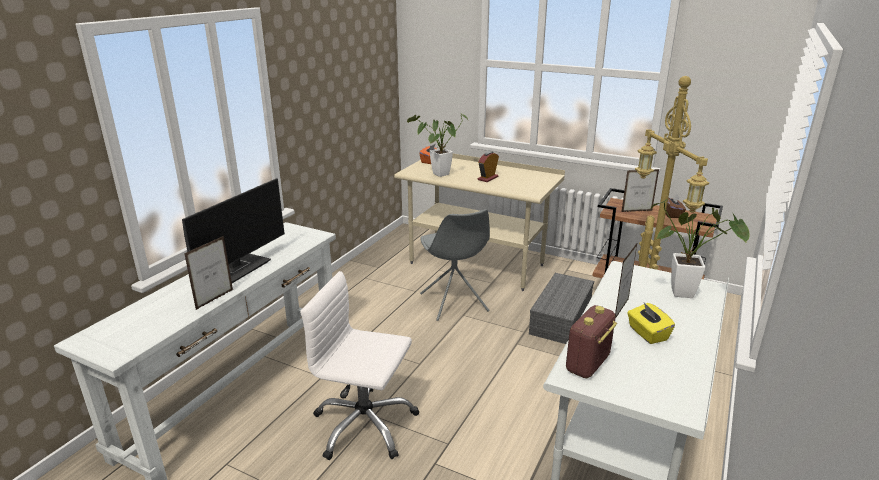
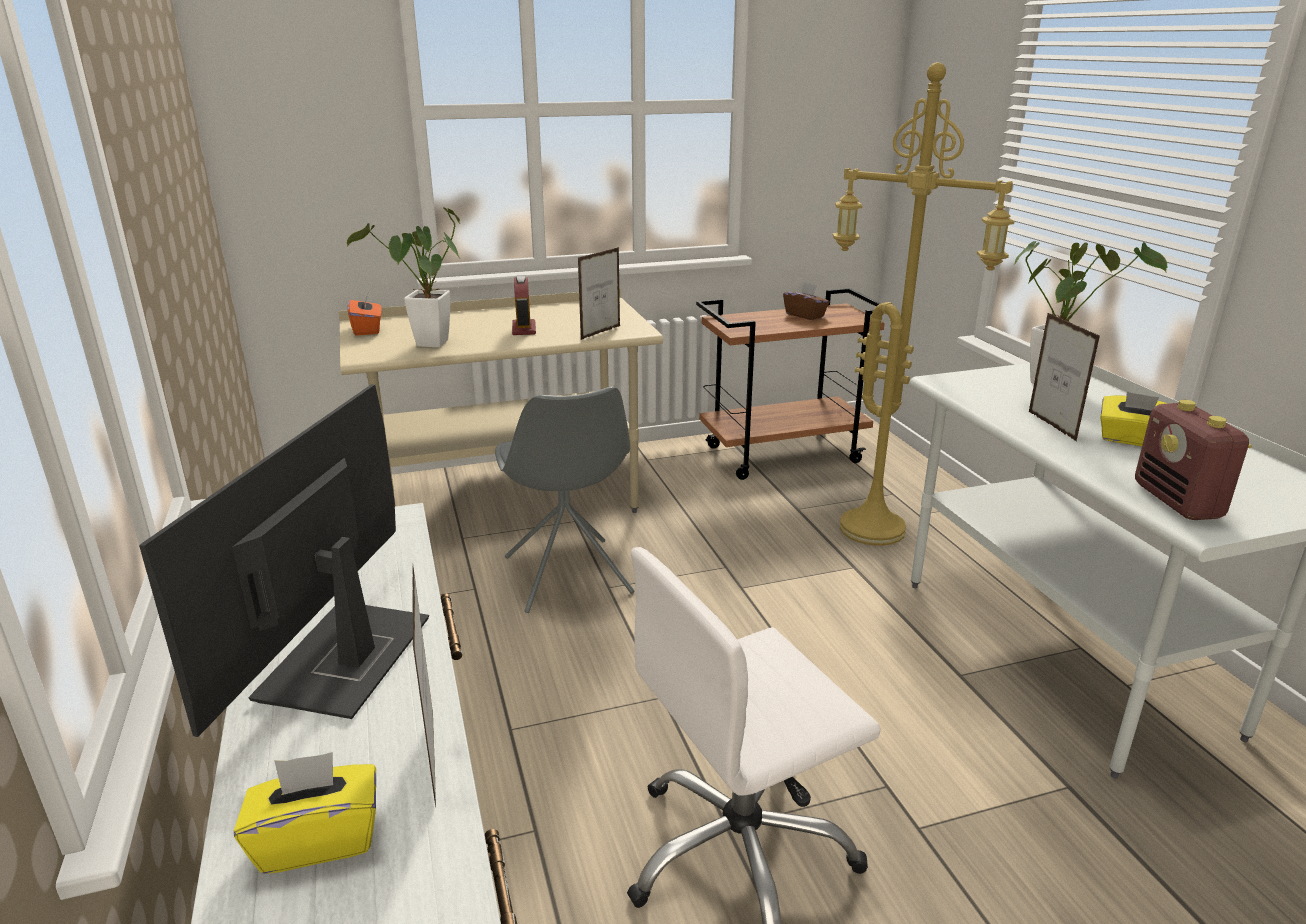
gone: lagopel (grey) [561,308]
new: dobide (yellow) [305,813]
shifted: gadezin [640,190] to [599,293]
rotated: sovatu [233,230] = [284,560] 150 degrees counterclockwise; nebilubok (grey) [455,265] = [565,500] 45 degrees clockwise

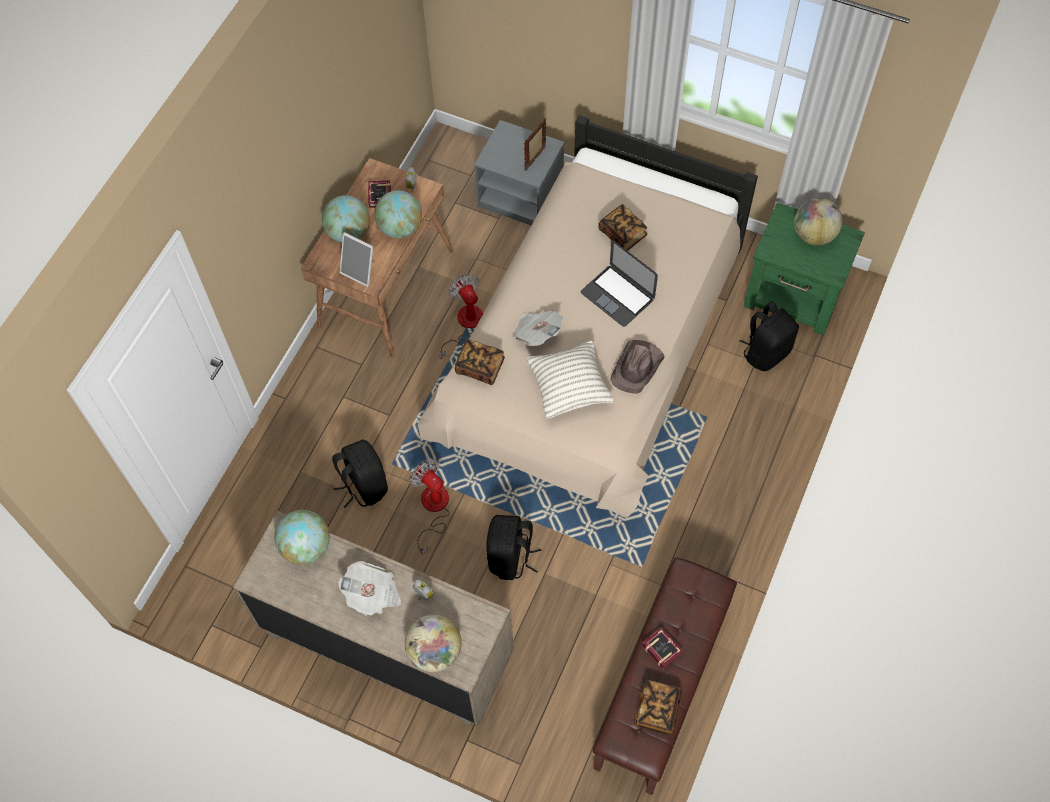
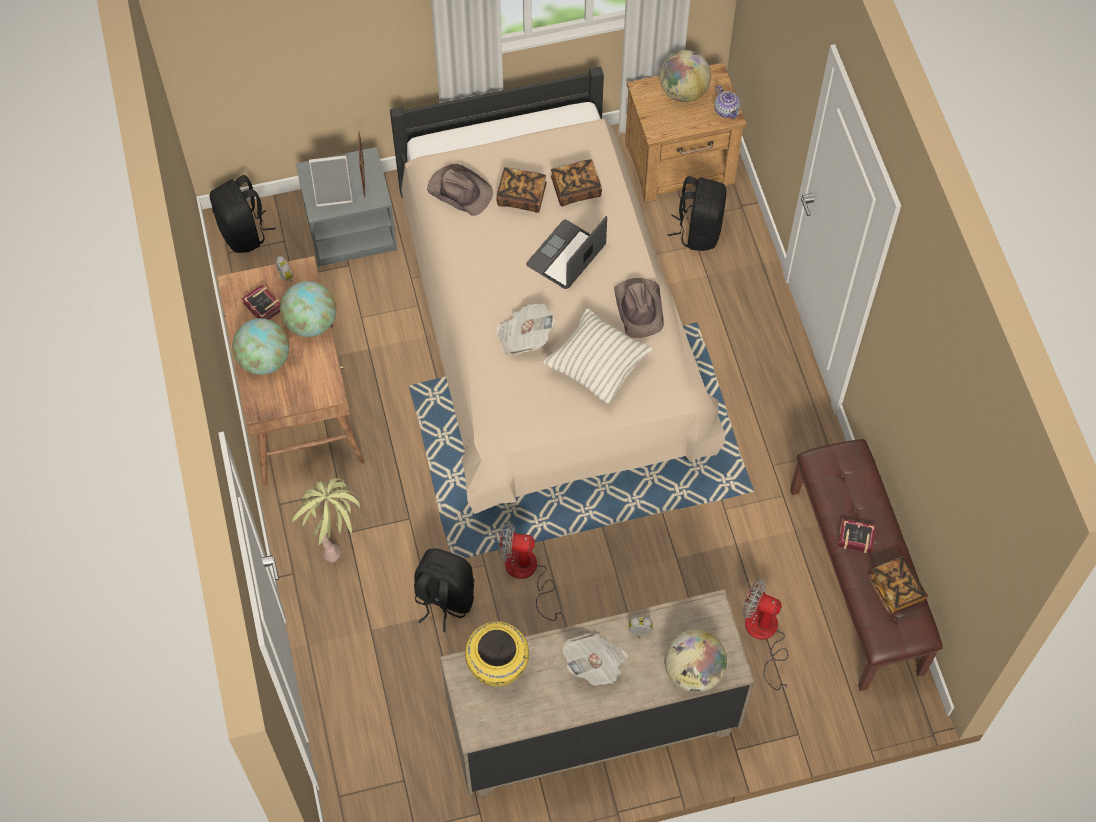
new: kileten [326,520]; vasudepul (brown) [460,190]; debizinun [727,102]
shifted: gadezin [357,259] to [331,181]; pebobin [461,316] to [766,635]; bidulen [480,362] to [576,183]; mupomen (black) [514,547] to [243,214]
swapped: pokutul [302,537] to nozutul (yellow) [497,654]
repainted: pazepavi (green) [804,269] to pazepavi (brown) [686,133]
rotated: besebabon [619,283] = [566,252] 120 degrees clockwise

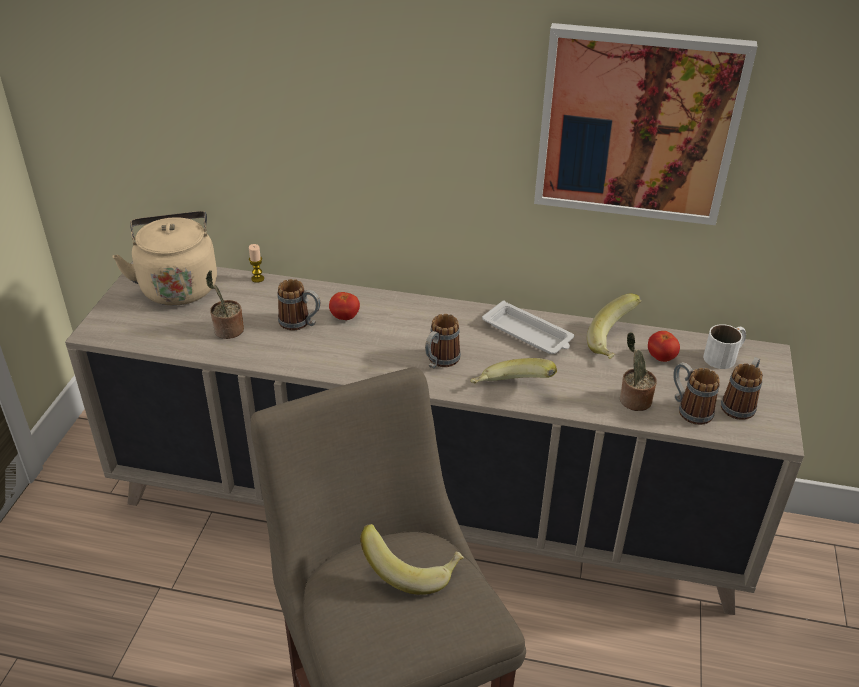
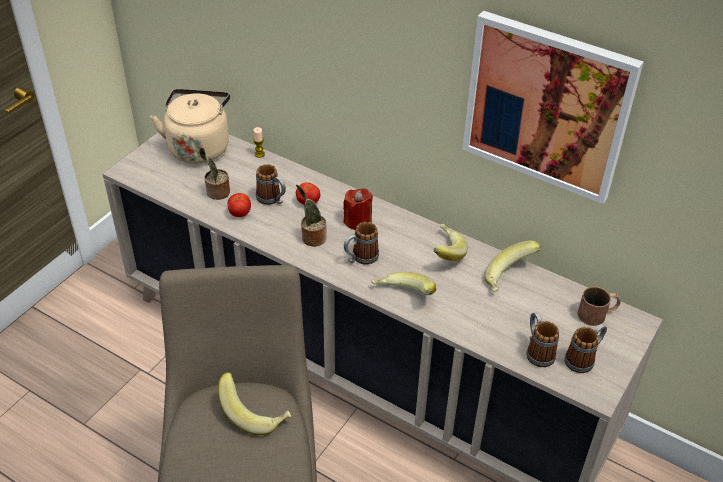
new: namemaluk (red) [358,209]
shifted: kileten [638,371] to [311,216]; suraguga [664,346] to [239,205]
swapped: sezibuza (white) [528,327] to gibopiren [450,242]
repainted: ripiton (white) [724,346] to ripiton (brown) [599,306]

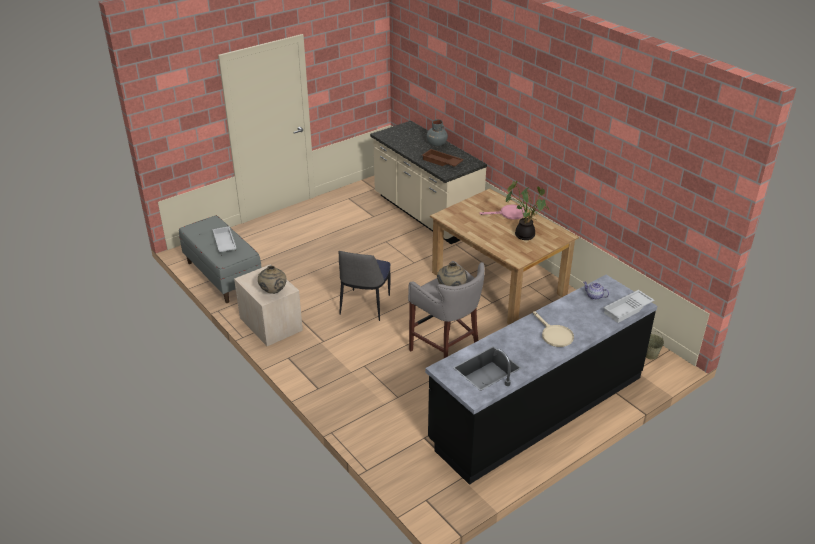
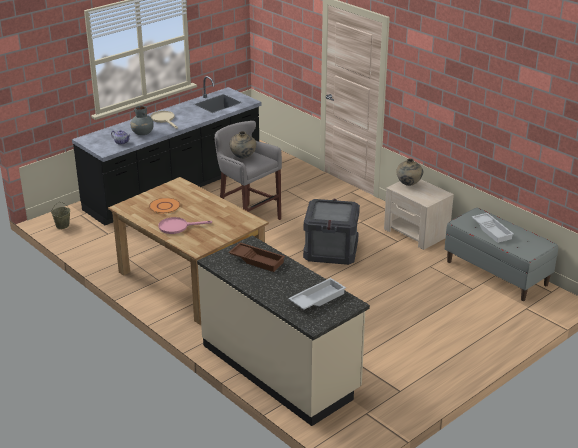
shifted: nozutul (grey) [437,132] to [142,120]; sezibuza (white) [628,306] to [317,294]
swapped: nebilubok [364,286] to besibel [331,232]; kileten [528,210] to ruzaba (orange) [164,206]

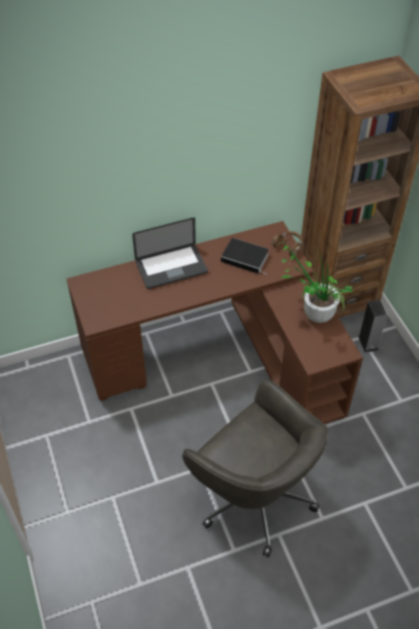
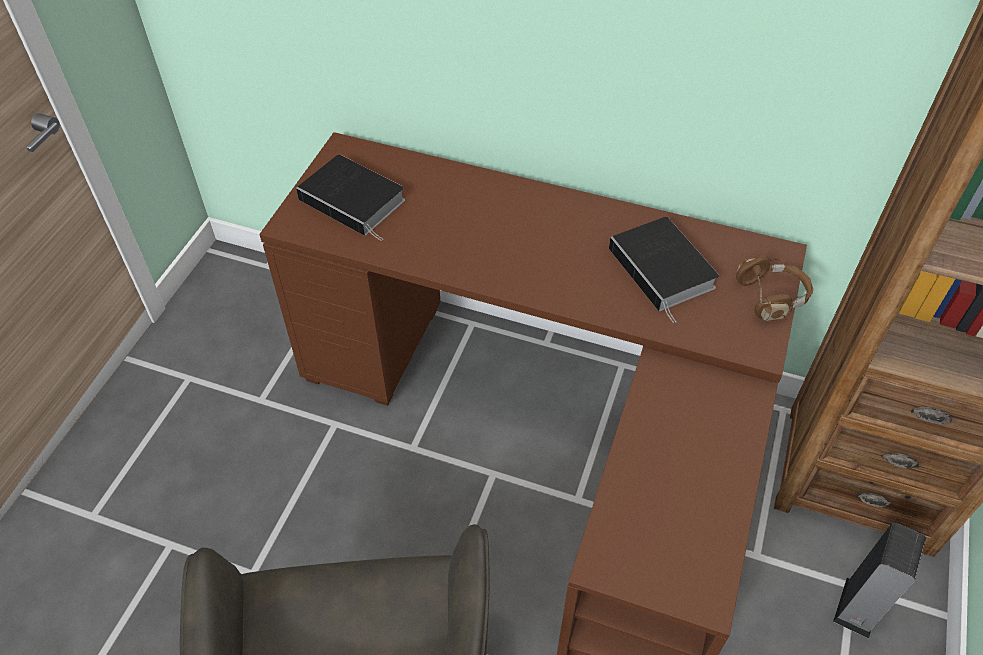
gone: besebabon [170,253]; kileten [317,280]
new: bidulen [350,198]

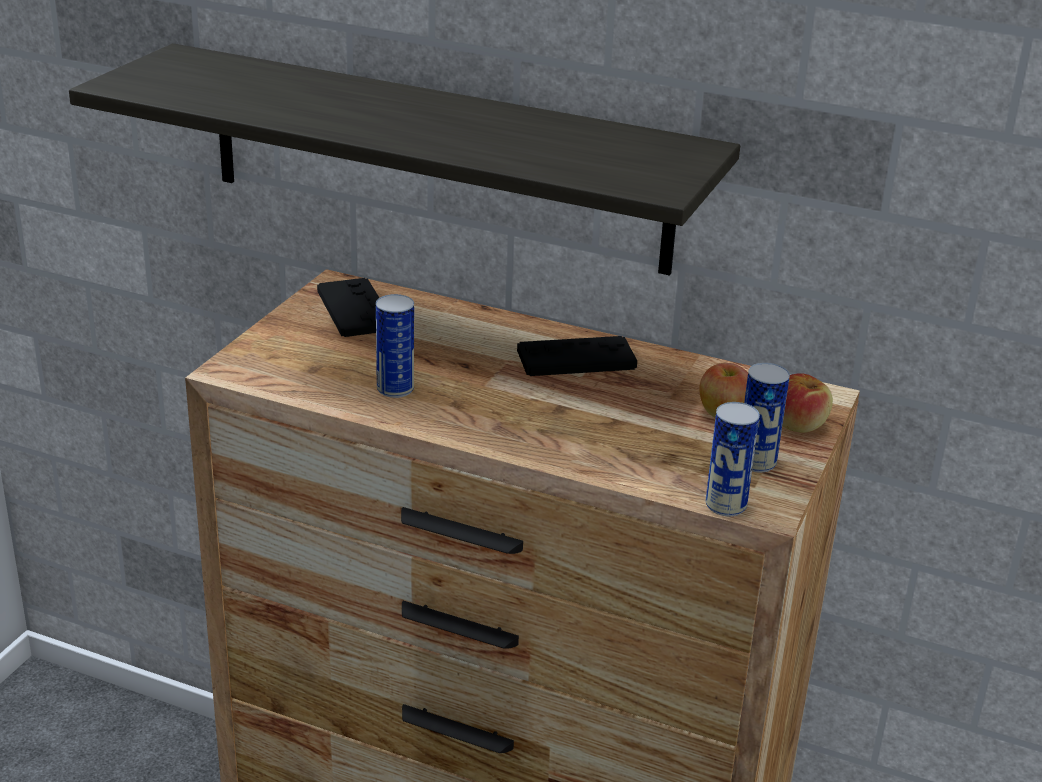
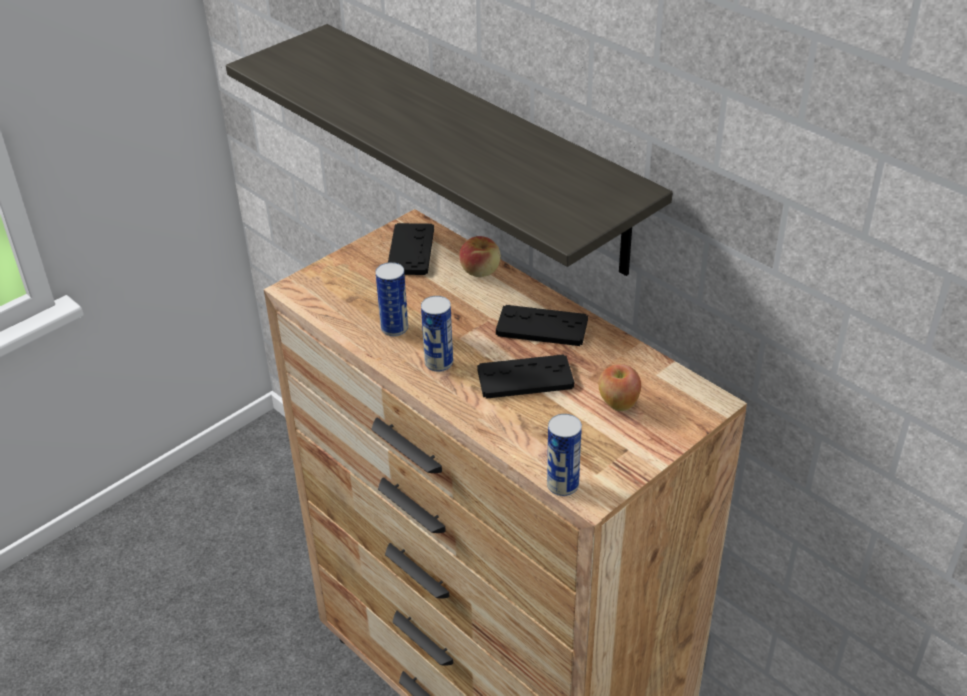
new: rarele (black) [525,376]
shifted: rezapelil [767,417] to [437,334]; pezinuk [807,403] to [480,256]

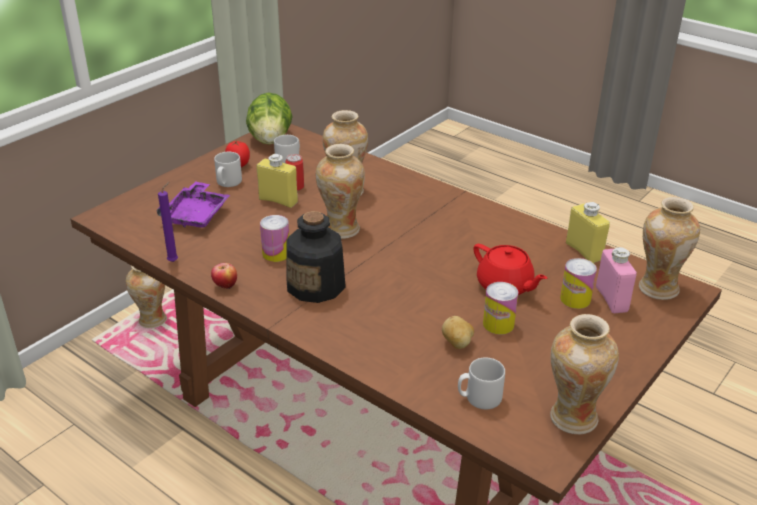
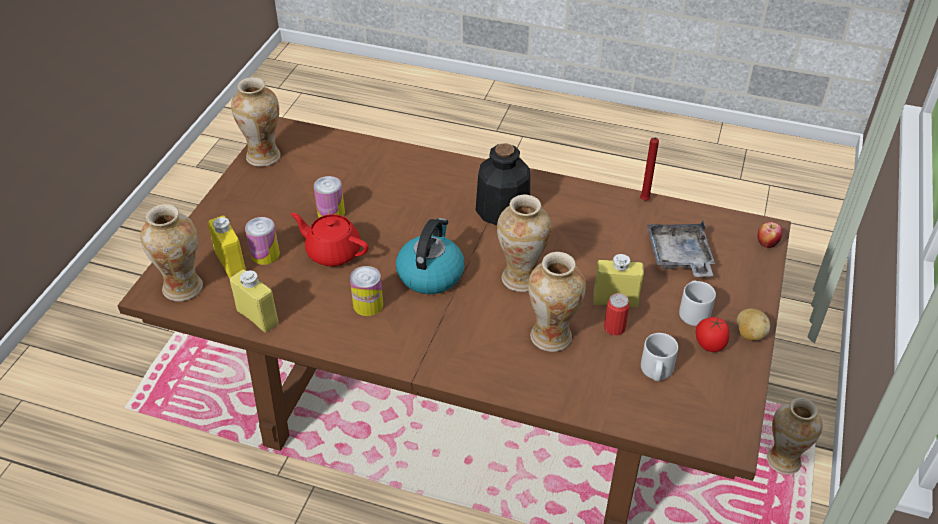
gone: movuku [269,118]; ripiton (grey) [481,383]
new: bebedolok [430,256]
shifted: pezinuk [224,276] to [770,235]; rezapelil [275,238] to [366,291]; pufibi [458,332] to [753,324]
repainted: sezibuza (purple) [193,204] to sezibuza (grey) [681,249]; namemaluk (purple) [168,222] to namemaluk (red) [649,169]; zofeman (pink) [616,280] to zofeman (yellow) [227,247]

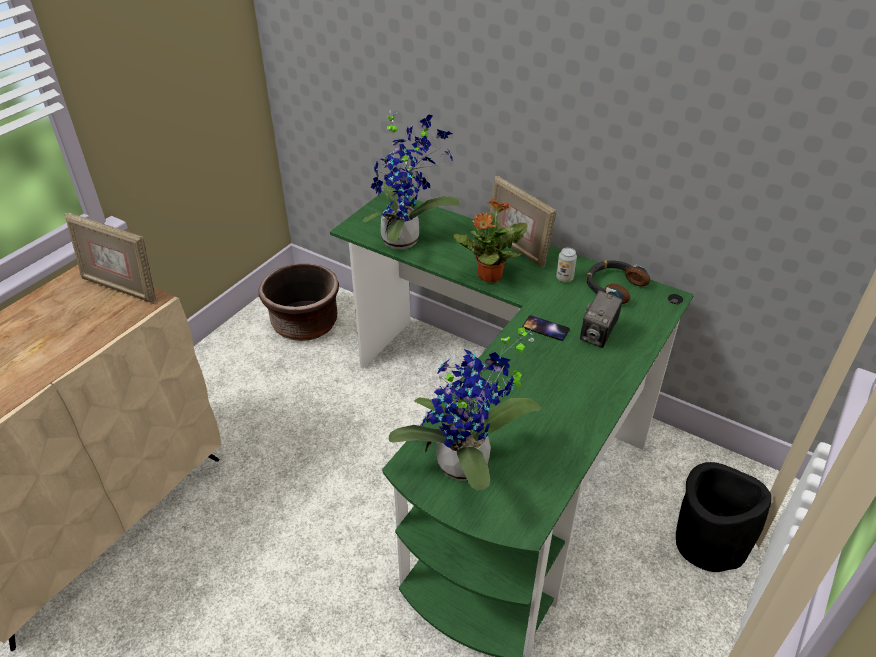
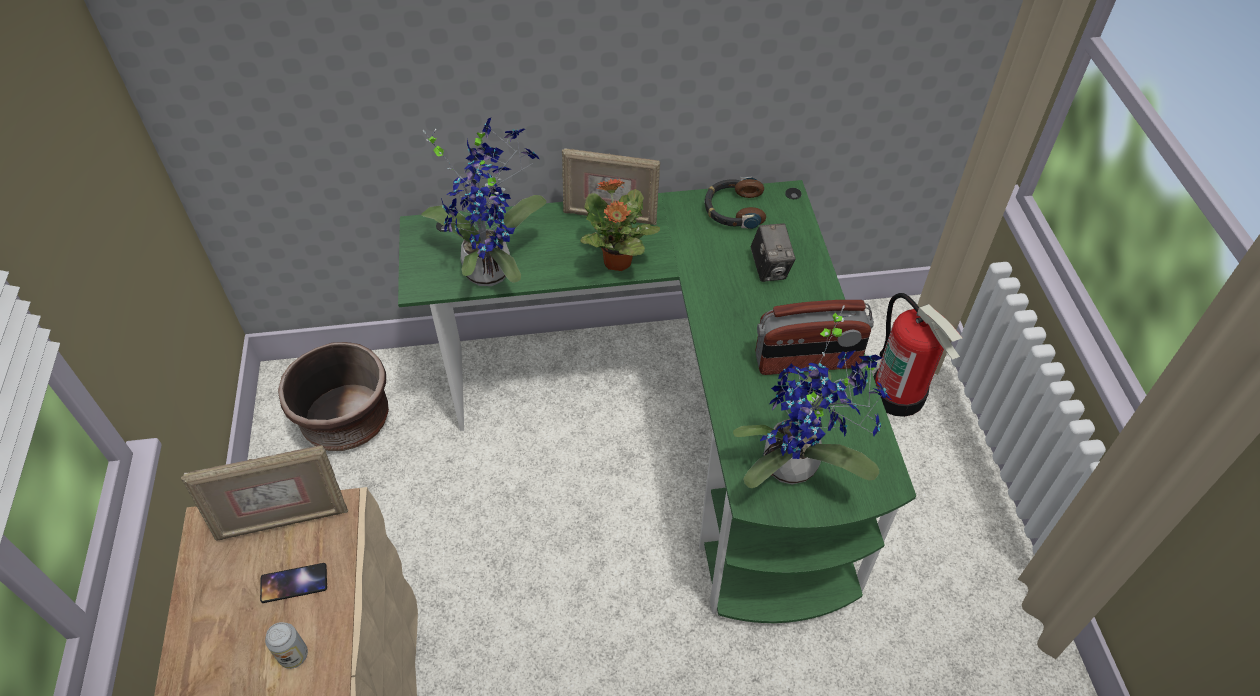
new: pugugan [814,337]
shifted: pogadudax [546,328] to [293,583]; rezapelil [566,265] to [286,645]
swapped: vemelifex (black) [723,517] to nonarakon [918,355]

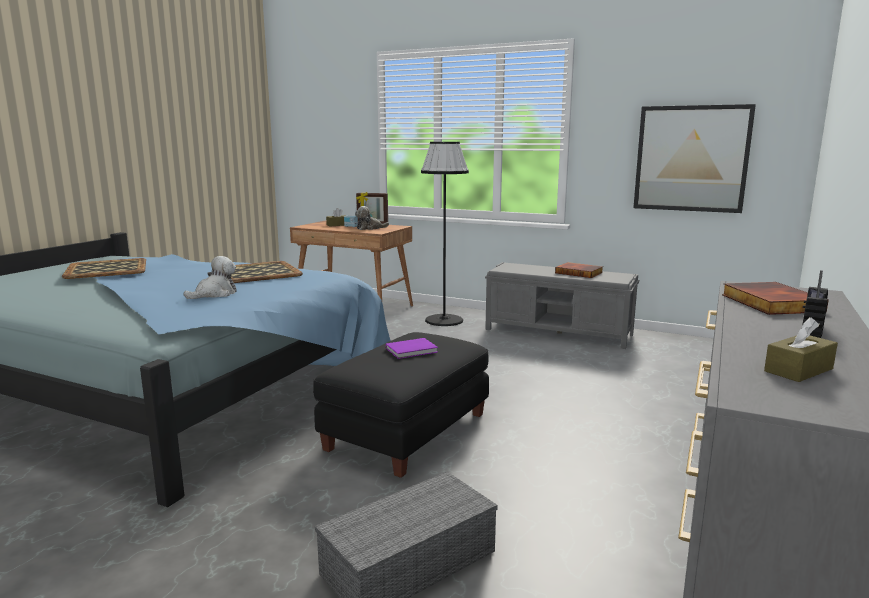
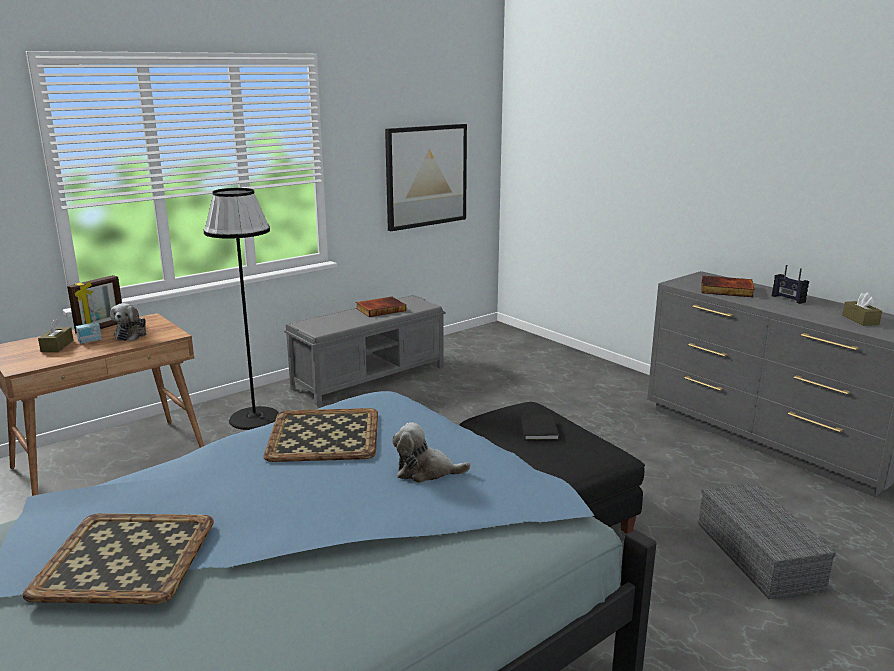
repainted: bidulen (purple) [412,348] to bidulen (black) [539,427]
rotated: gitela [210,277] = [431,452] 60 degrees counterclockwise

